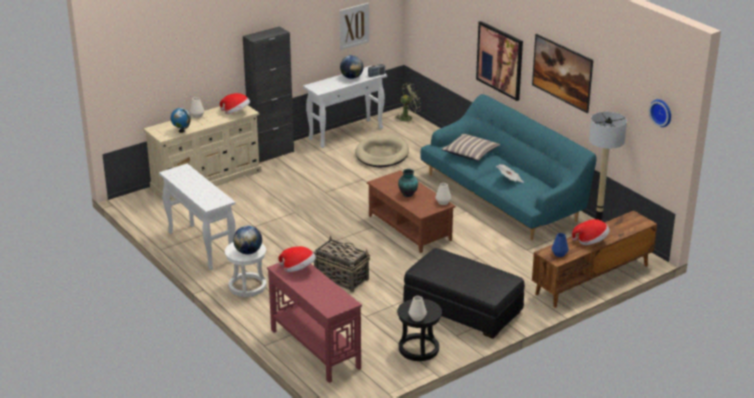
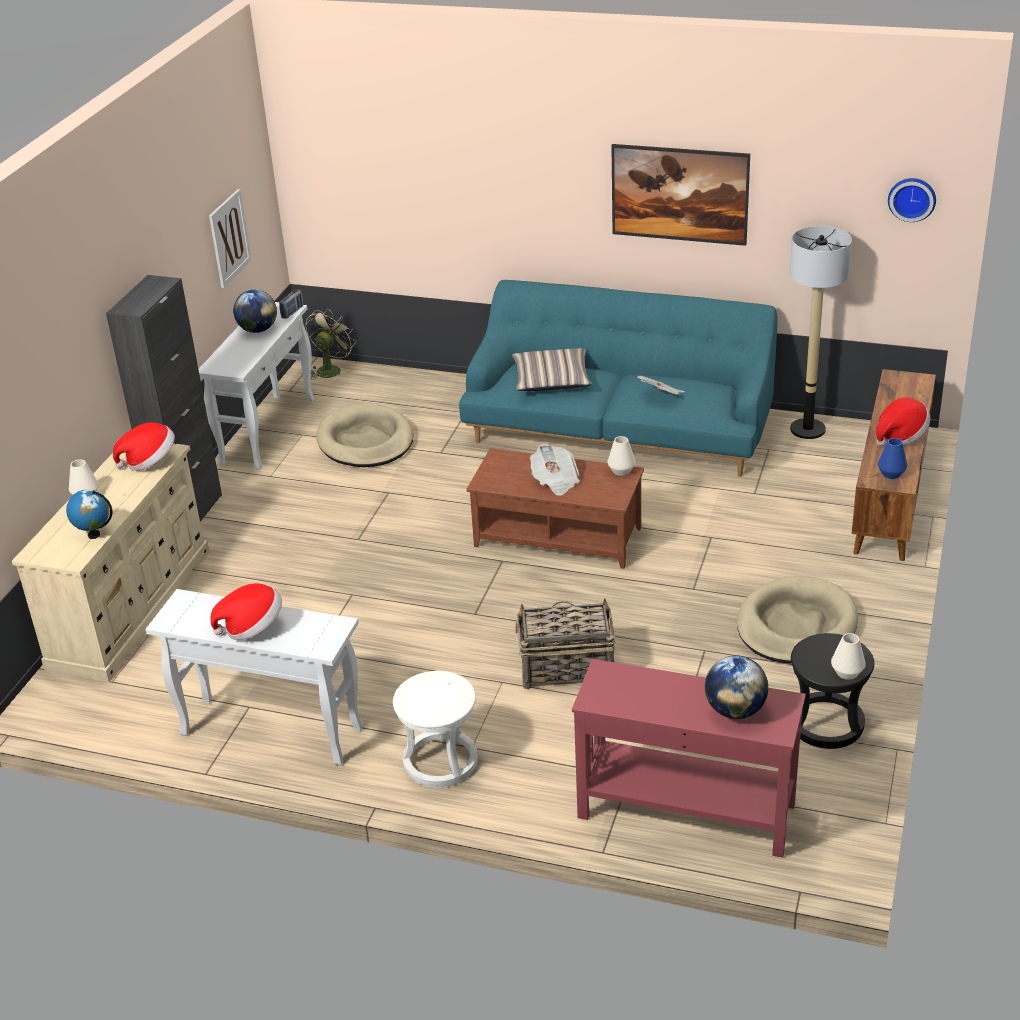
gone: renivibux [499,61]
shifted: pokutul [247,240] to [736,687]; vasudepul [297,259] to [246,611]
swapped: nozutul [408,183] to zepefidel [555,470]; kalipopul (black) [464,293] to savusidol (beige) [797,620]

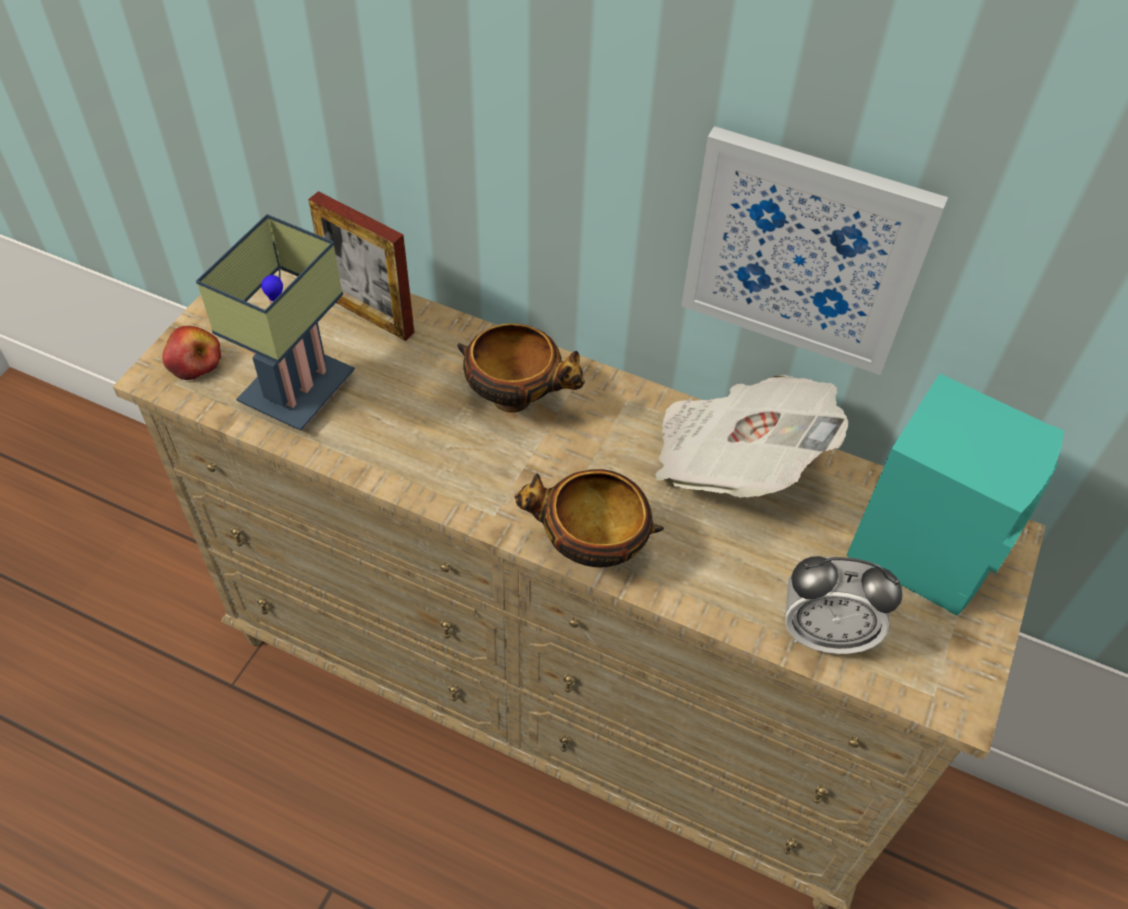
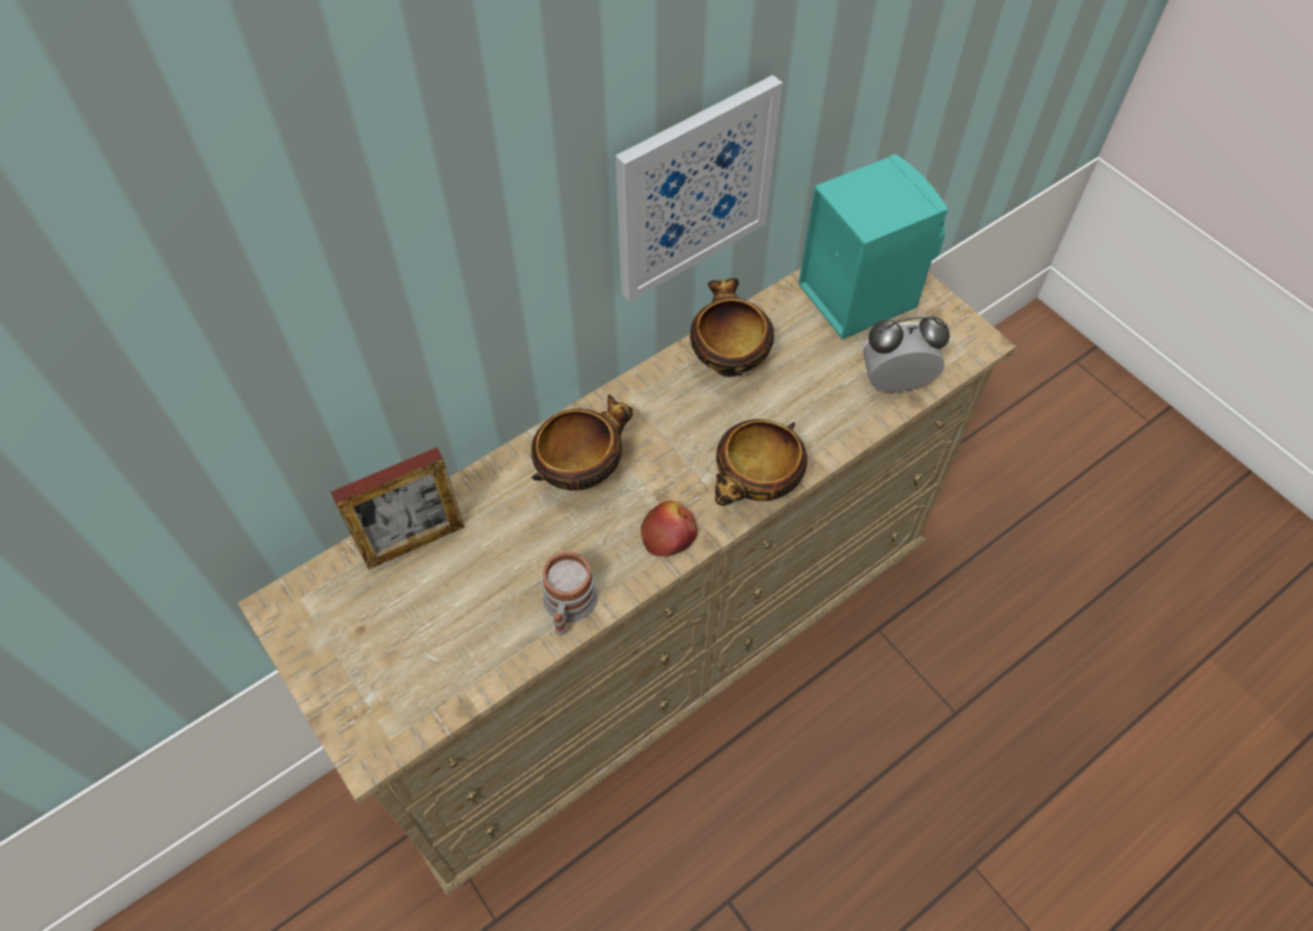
gone: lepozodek [275,322]
new: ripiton [569,593]
shifted: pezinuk [192,353] to [669,529]
swapped: zepefidel [751,436] to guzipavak [732,327]
rotated: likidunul [844,605] = [906,354] 135 degrees counterclockwise

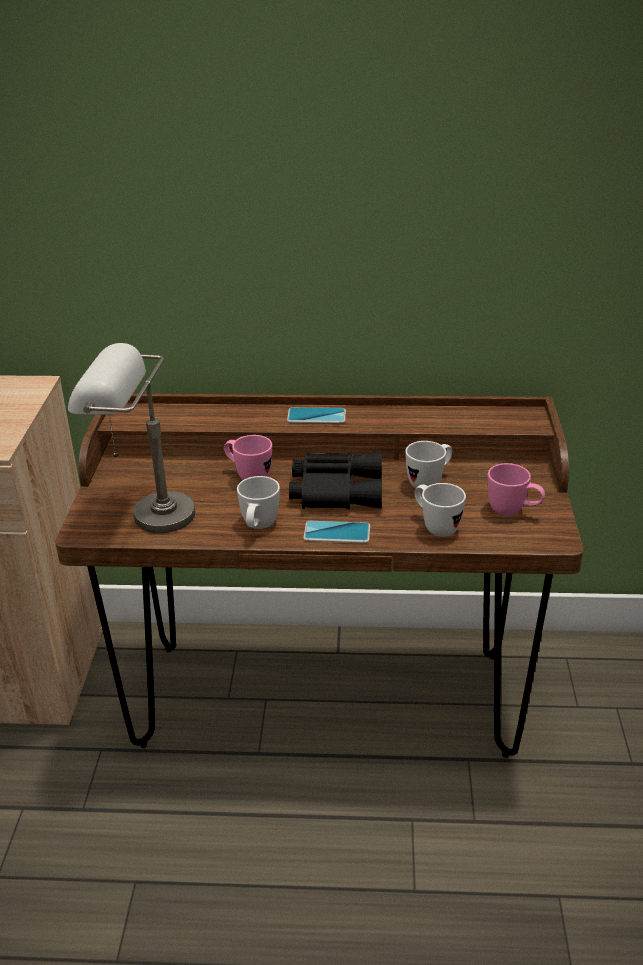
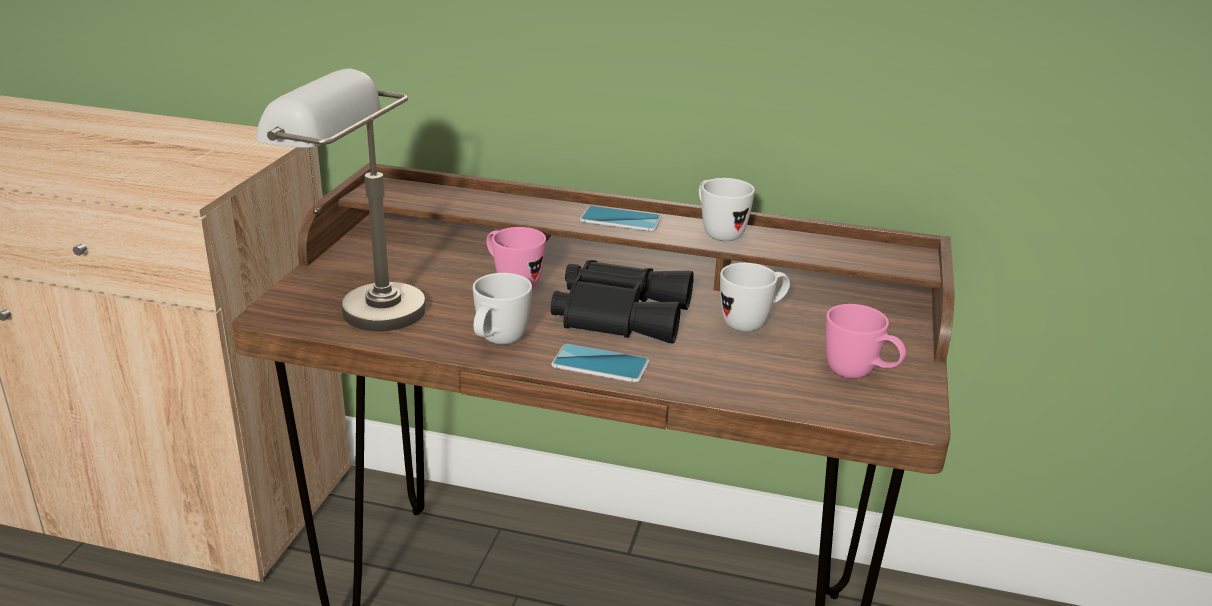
shifted: ripiton (white) [440,510] to [727,209]

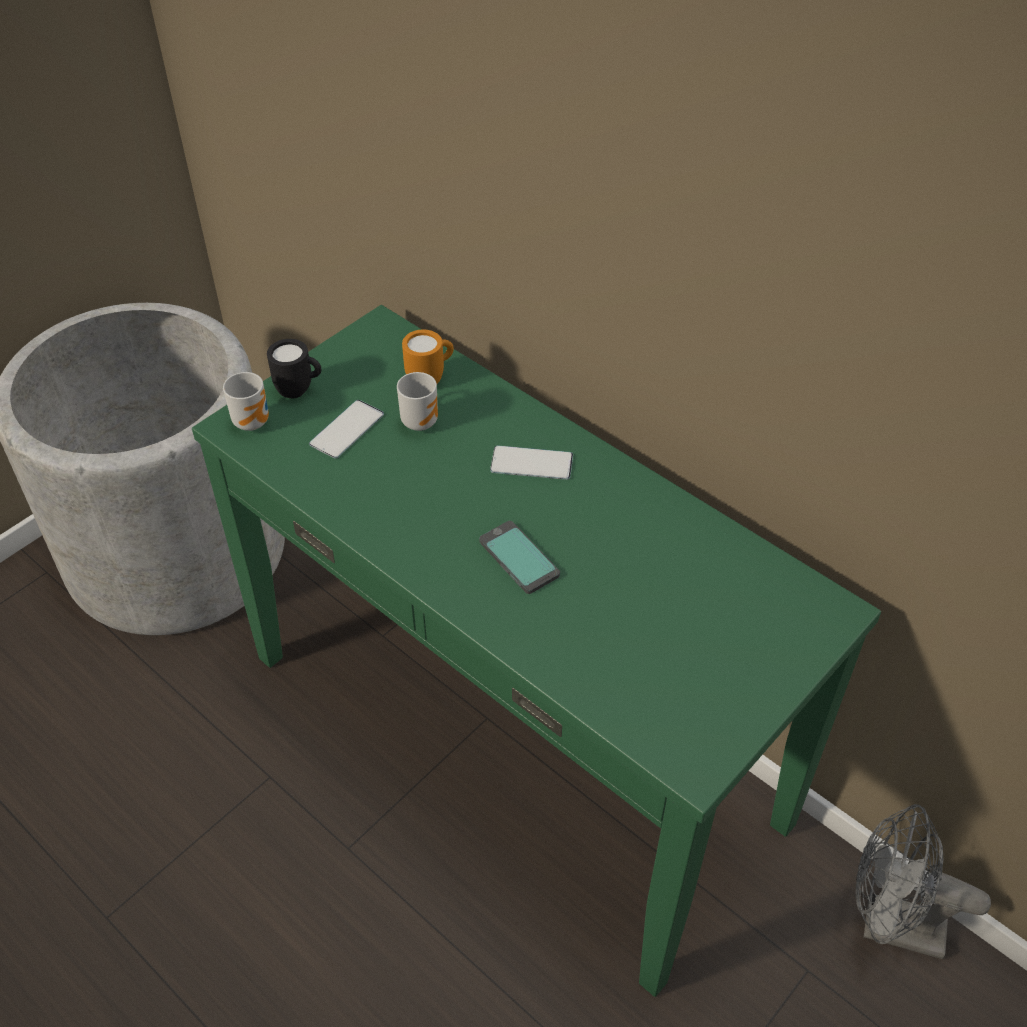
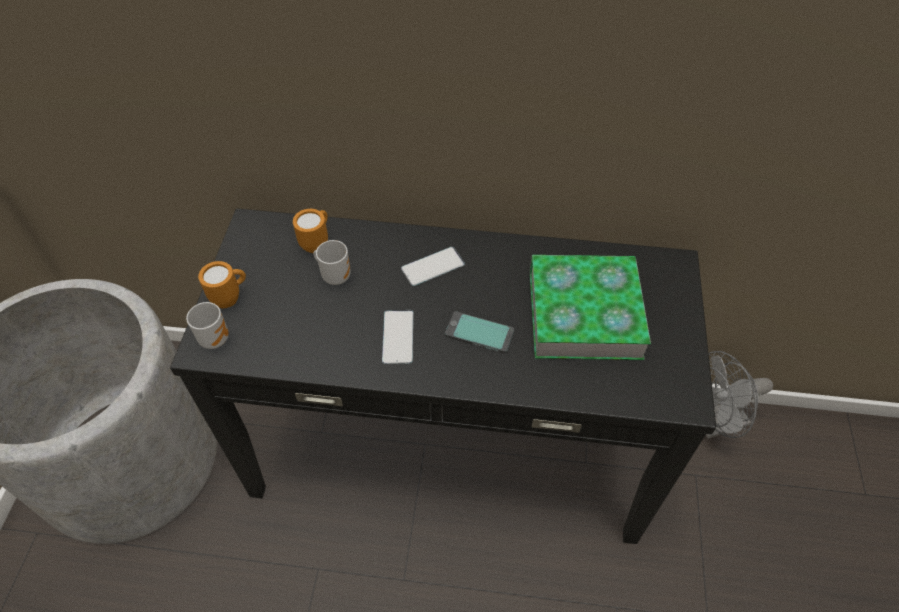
new: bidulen [590,307]
shifted: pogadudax [346,429] to [397,337]
repainted: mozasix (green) [536,651] to mozasix (black) [443,376]; ripiton (black) [294,368] to ripiton (orange) [222,284]

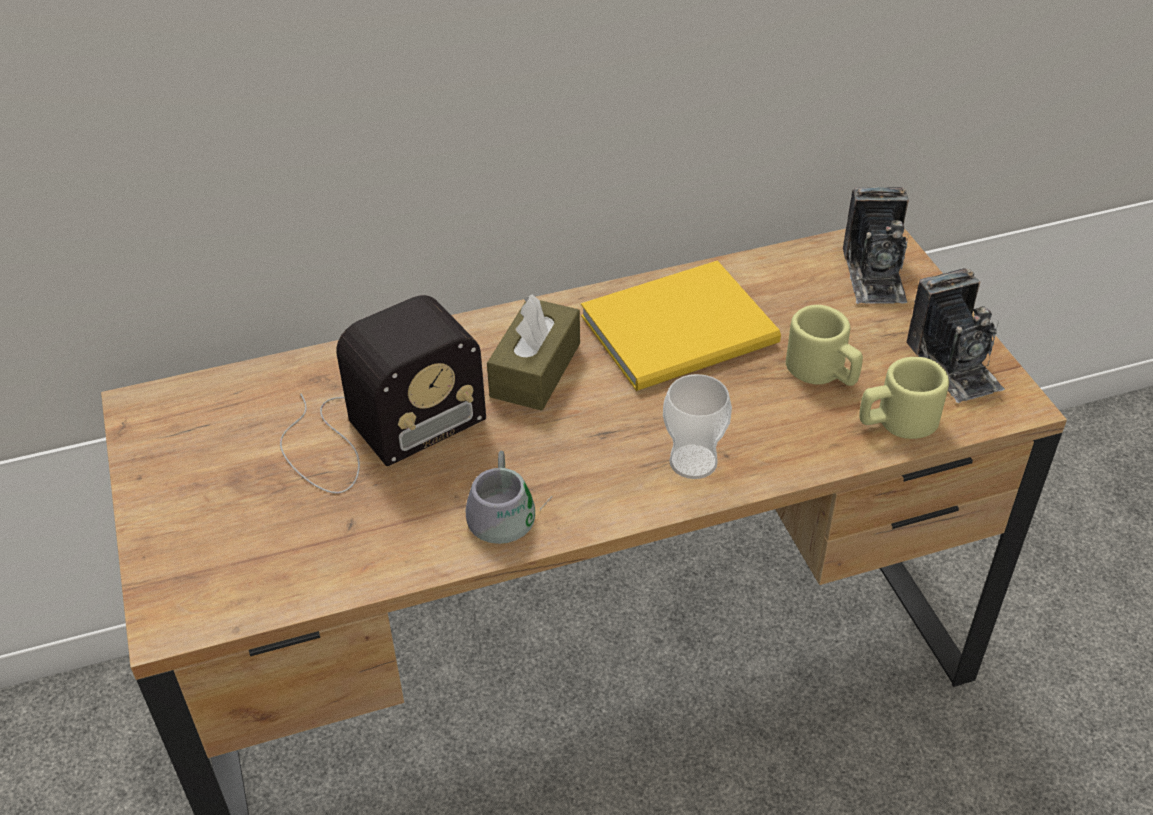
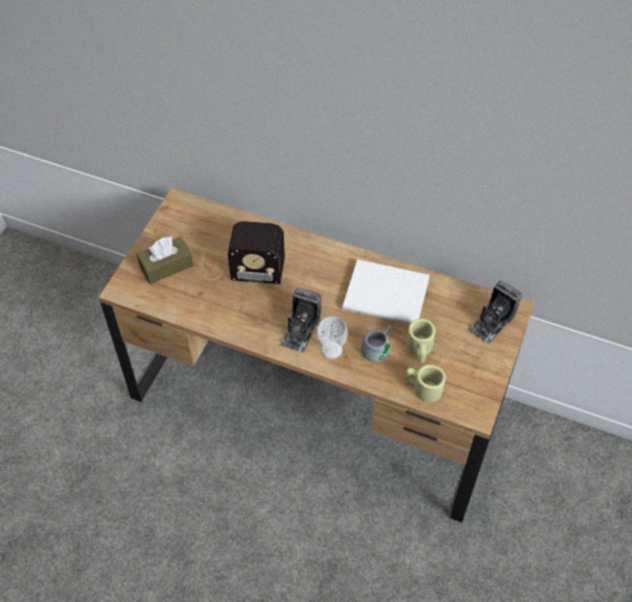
shifted: ripiton (grey) [508,497] to [378,343]; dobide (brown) [533,352] to [165,260]; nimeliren [955,335] to [300,320]
repainted: bidulen (yellow) [681,325] to bidulen (white) [386,291]

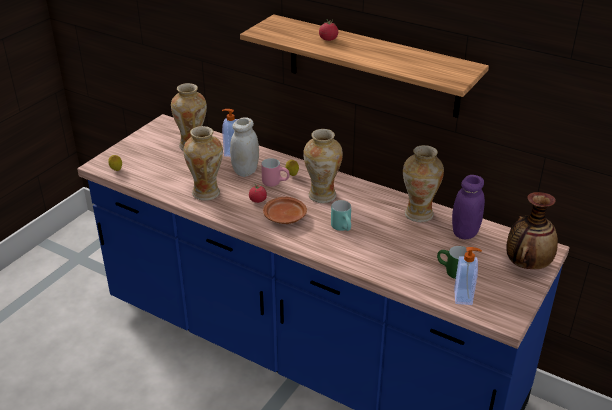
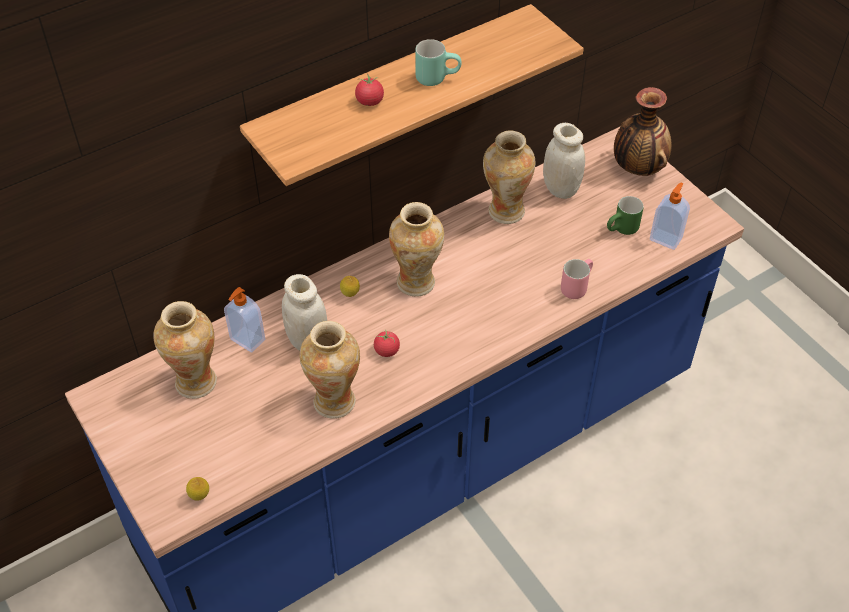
gone: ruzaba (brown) [285,210]
shifted: ripiton (pink) [275,172] to [577,279]; ripiton (turquoise) [341,215] to [438,62]
repainted: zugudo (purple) [468,207] to zugudo (white) [564,161]

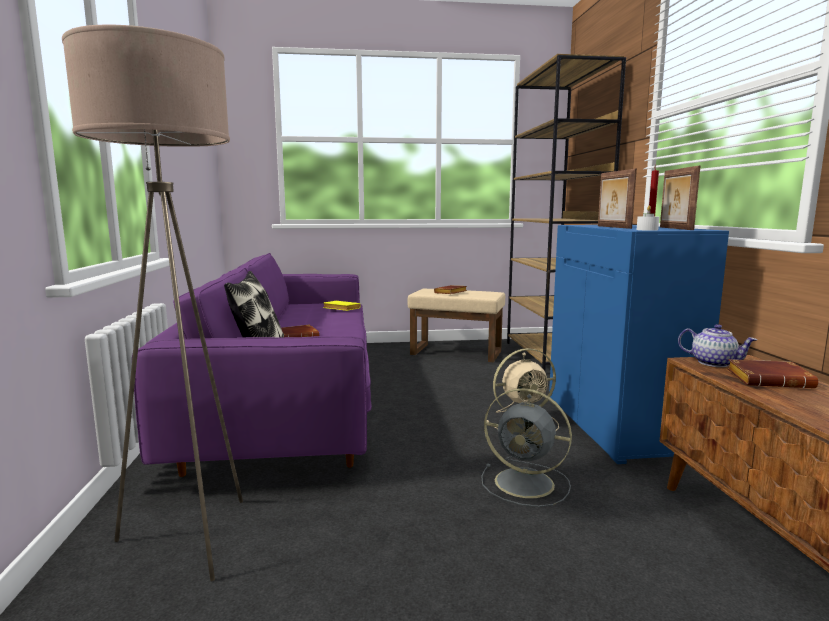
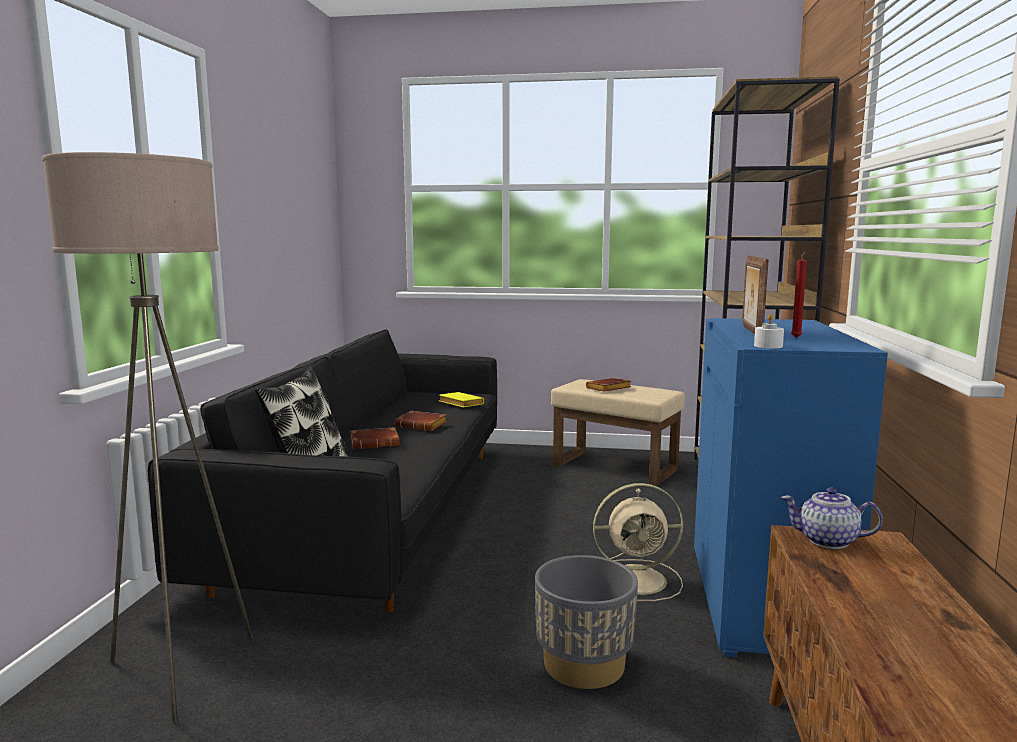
gone: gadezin [680,198]
shifted: bidulen (brown) [772,373] to [421,421]
swapped: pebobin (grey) [526,447] to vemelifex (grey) [586,622]
repainted: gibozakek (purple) [252,365] to gibozakek (black) [322,471]
rotated: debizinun [717,345] = [832,518] 150 degrees clockwise

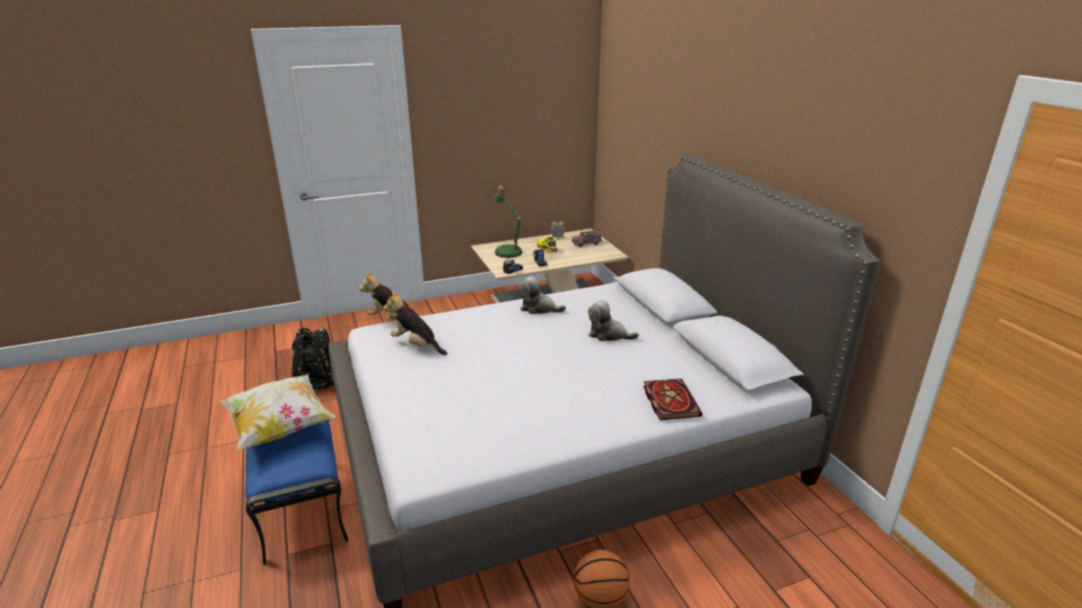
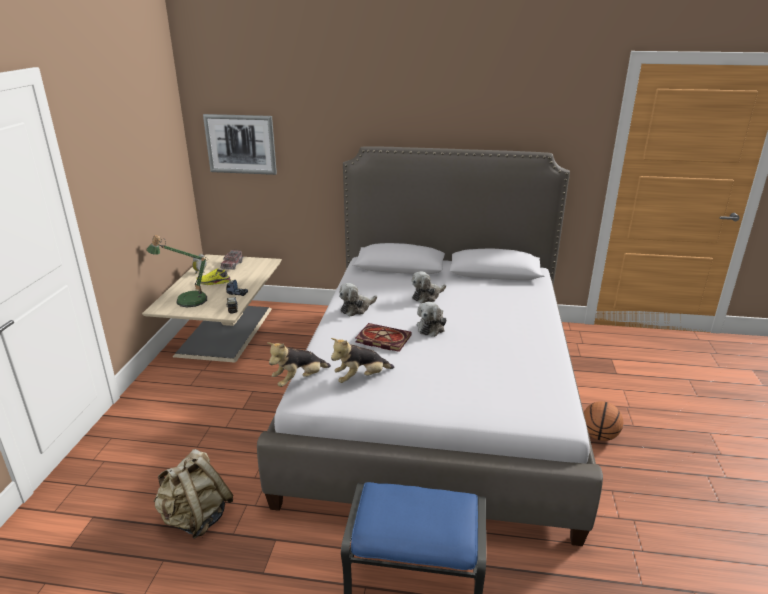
gone: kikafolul [277,412]
new: renivibux [240,144]; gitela [431,319]
shifted: bidulen [672,399] to [383,337]
repainted: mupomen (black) [313,359] to mupomen (beige) [193,494]

